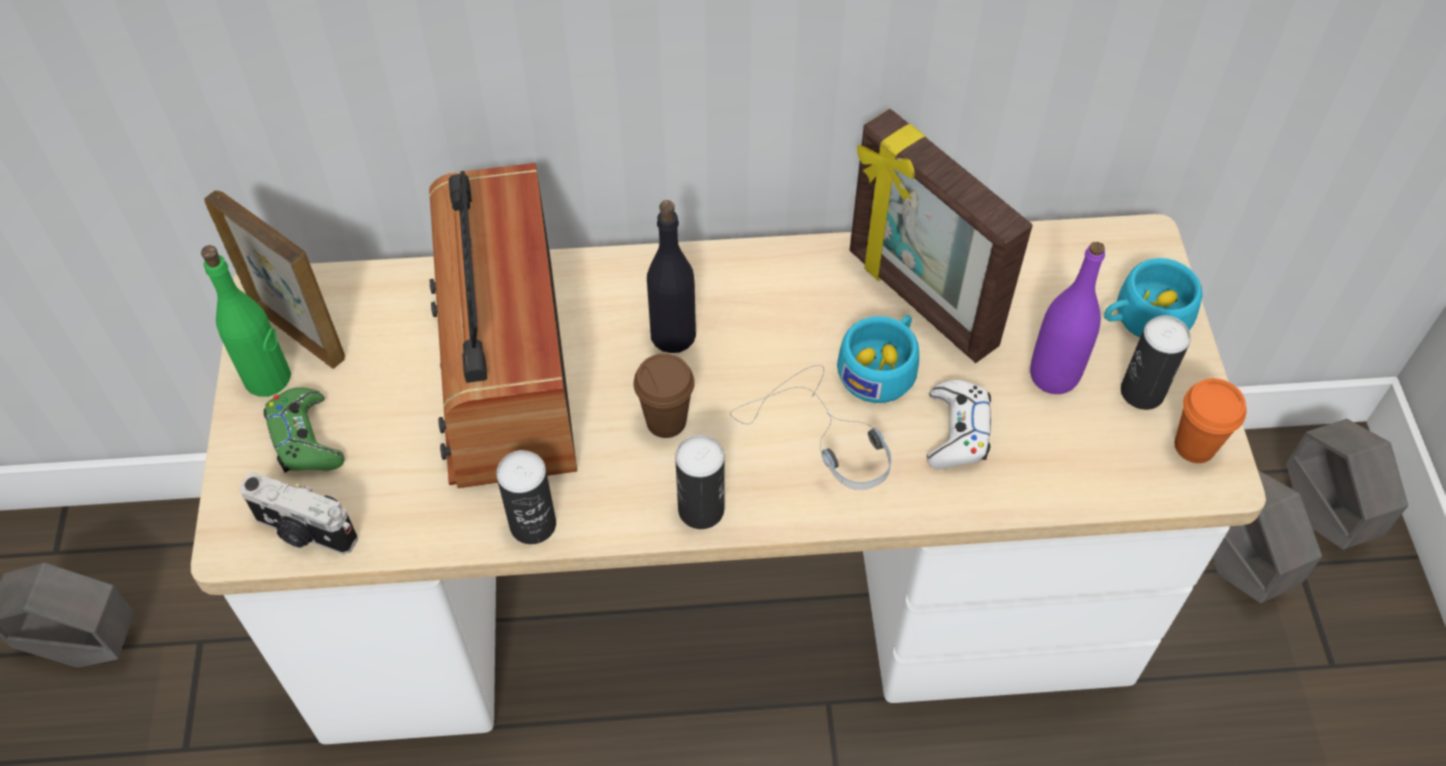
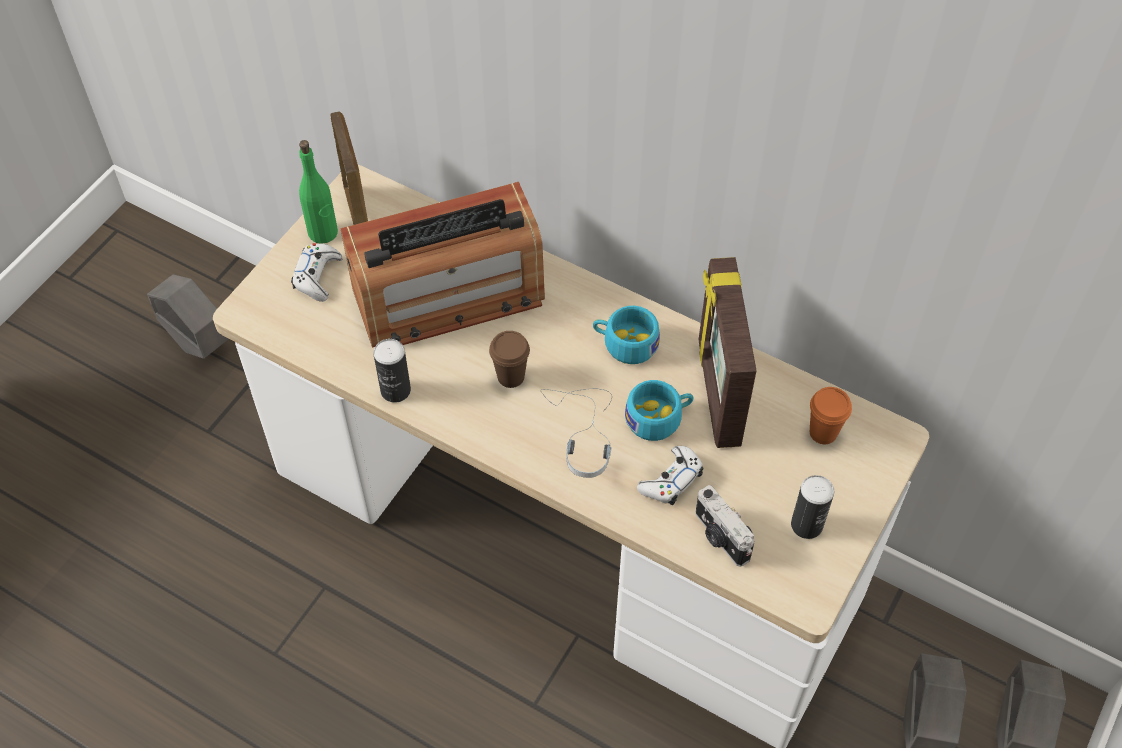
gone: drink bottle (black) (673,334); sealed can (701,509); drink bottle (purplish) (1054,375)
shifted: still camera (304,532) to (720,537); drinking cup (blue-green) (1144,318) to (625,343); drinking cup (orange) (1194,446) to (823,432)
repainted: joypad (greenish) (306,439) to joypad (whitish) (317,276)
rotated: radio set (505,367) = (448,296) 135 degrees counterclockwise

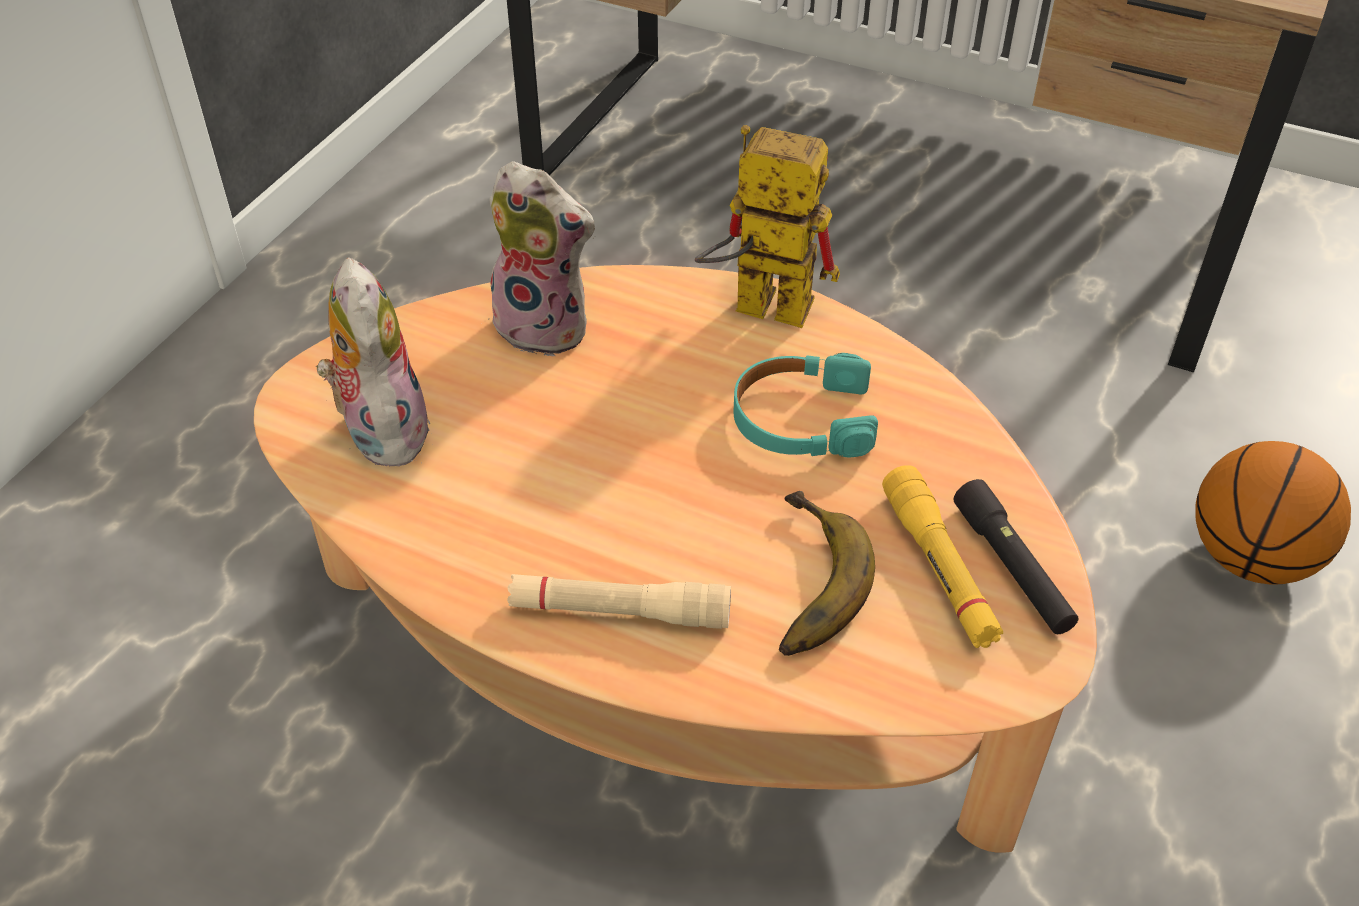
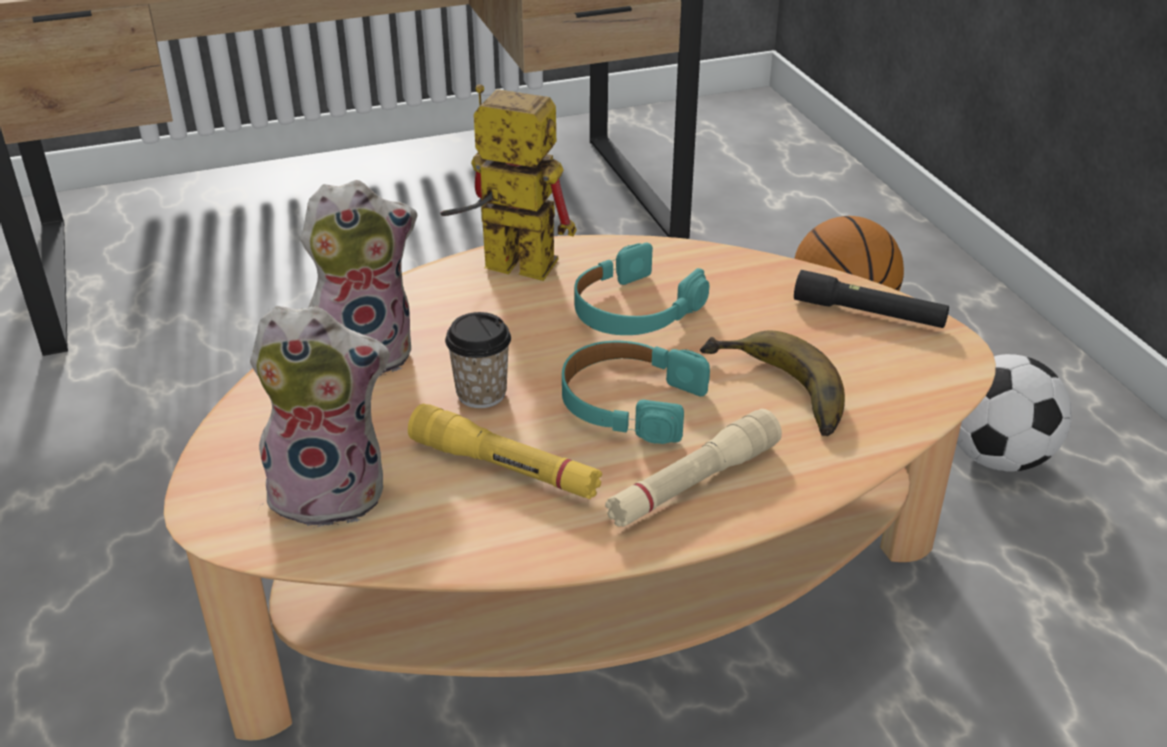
new: drinking cup (481,394); headset (blue-green) (629,403); football (998,457)
shifted: hand torch (yellow-coloured) (939,568) to (504,467)
rotated: plush toy (381,429) = (332,492) 150 degrees clockwise; toy robot (755,307) = (503,265) 45 degrees clockwise

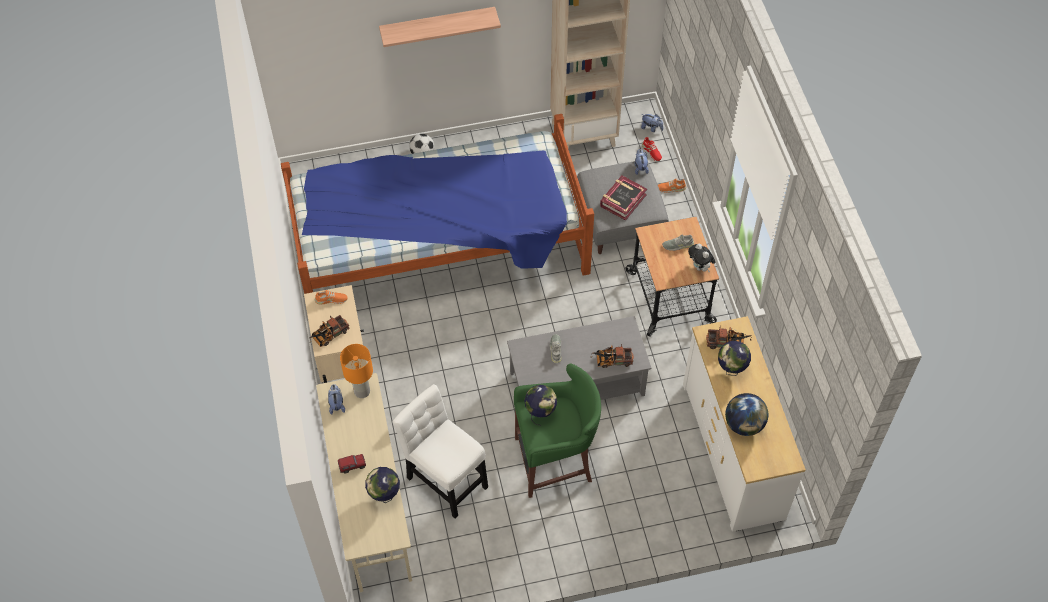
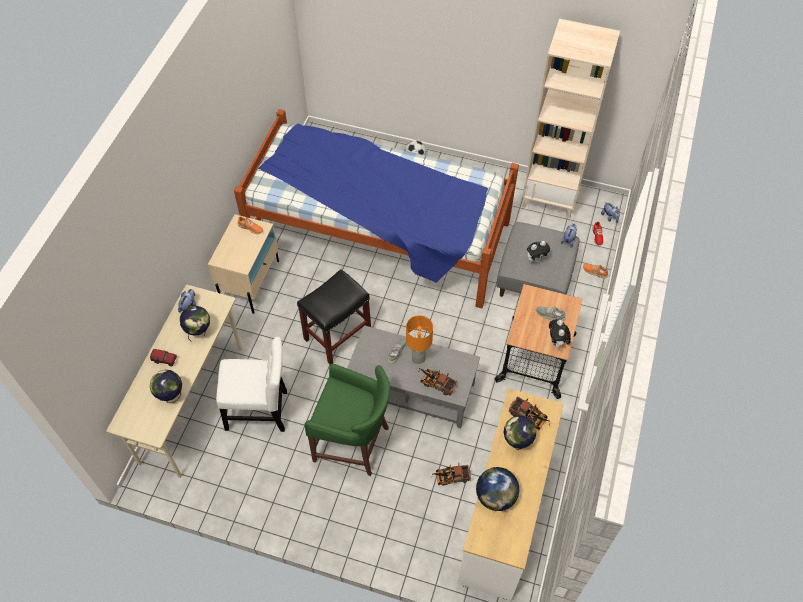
gone: shelf (438,26)
new: sitting stool (black) (338,335)
shifted: toy truck (329,336) to (450,477); lamp for a table (orange) (362,392) to (418,358); desk globe (540,413) to (199,332)
swapped: book (622,200) to plush toy (535,259)
rotated: chair (whitish) (444,478) = (260,411) 105 degrees clockwise

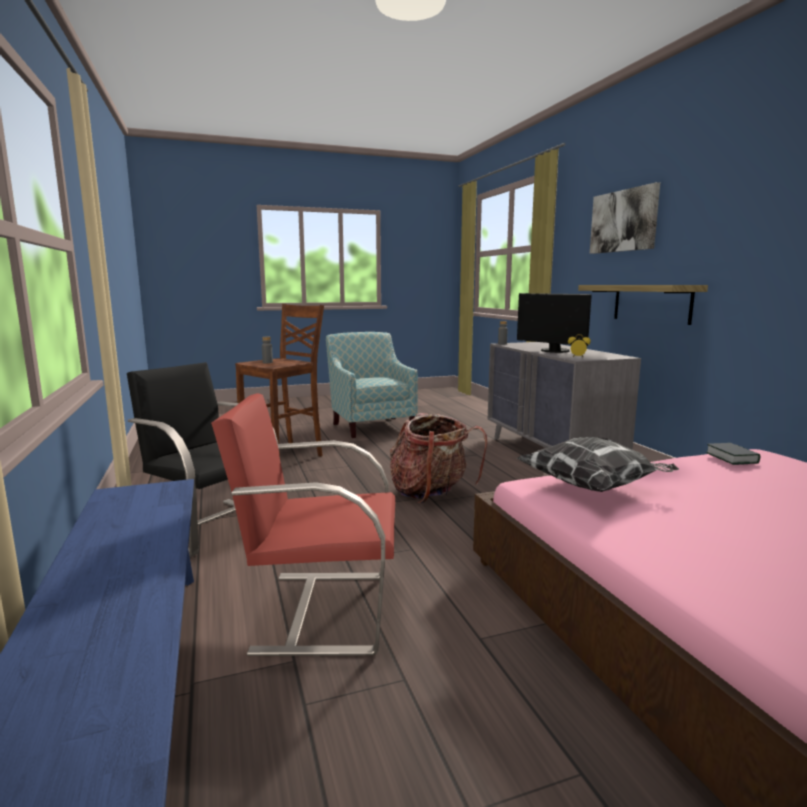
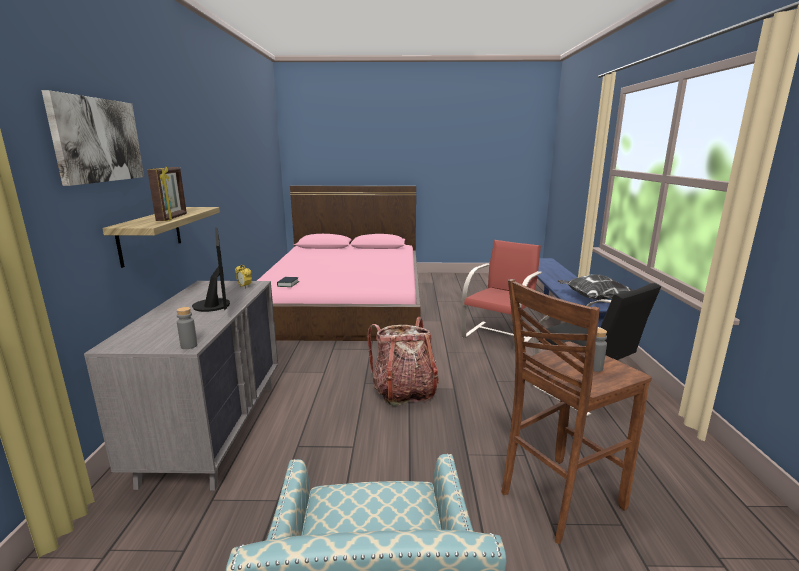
new: standing frame (173,218)
shifted: cushion (594,488) to (593,298)
rotated: chair (reddish) (320,610) = (499,335) 75 degrees counterclockwise

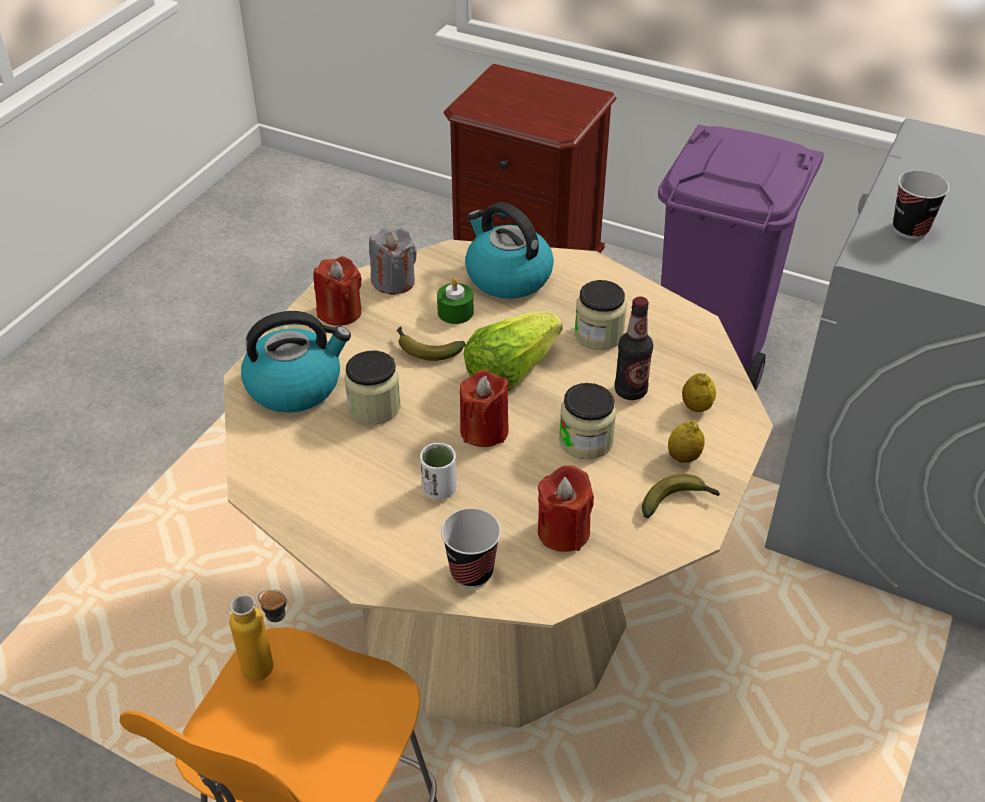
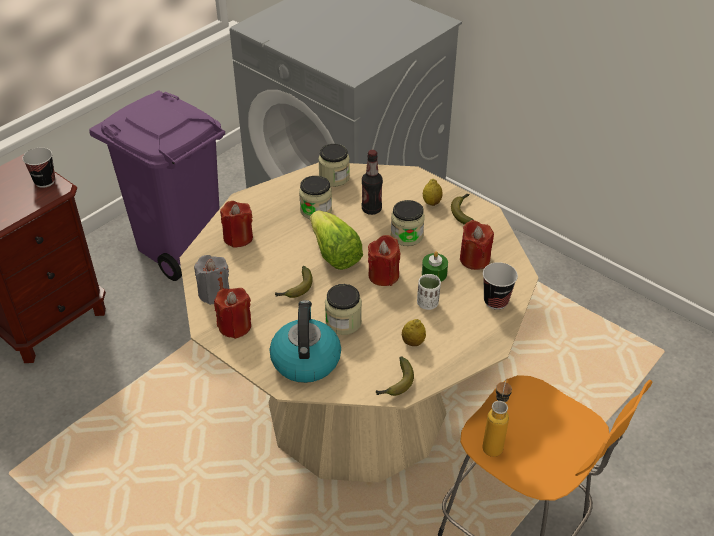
new: preserve jar (334,177); whole banana (395,384)
shifted: wax light (greenish) (455,312) to (434,274); citrus fruit (696,407) to (413,342); drinking cup (910,229) to (45,181)
swapped: water kettle (507,277) to wax light (reddish) (238,237)

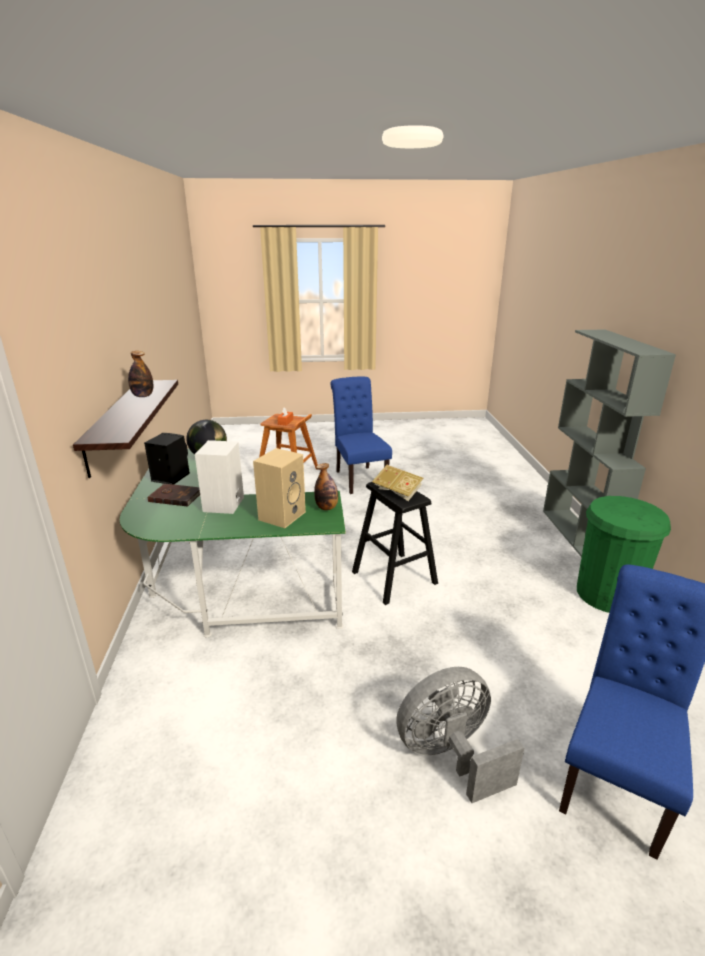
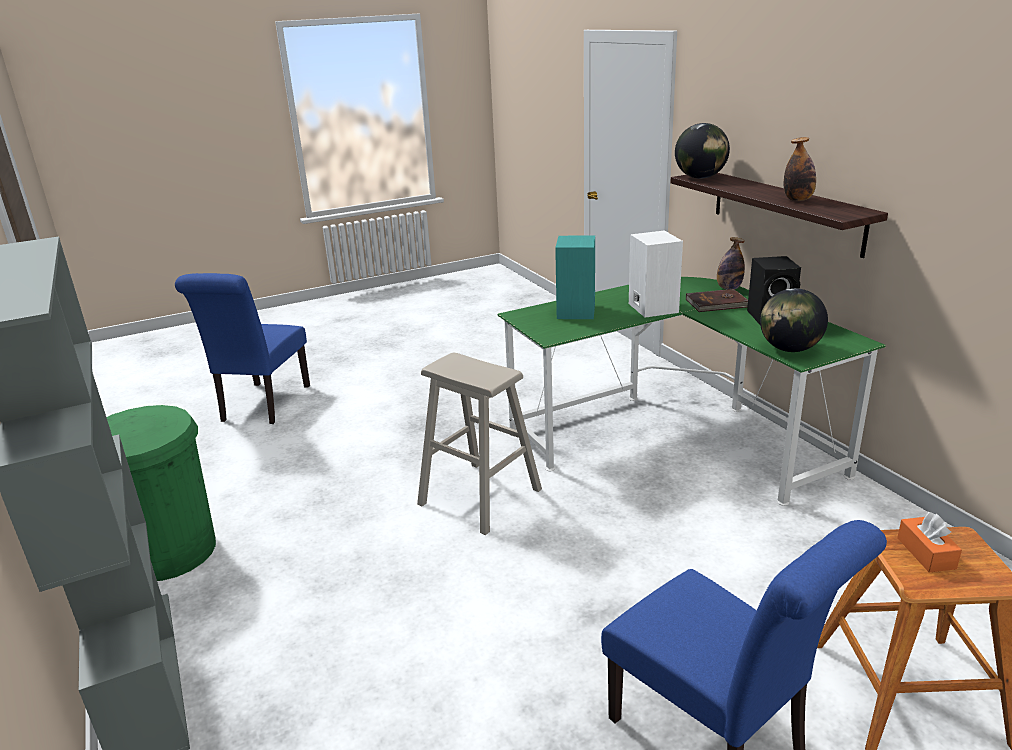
gone: book (397,492); fan (greyish) (450,755)
new: desk globe (700,177)
shifted: drink bottle (326,507) to (728,288)
repainted: speaker (beige-coloured) (282,515) to speaker (blue-green) (577,312); sitting stool (black) (394,578) to sitting stool (beige-coloured) (479,496)

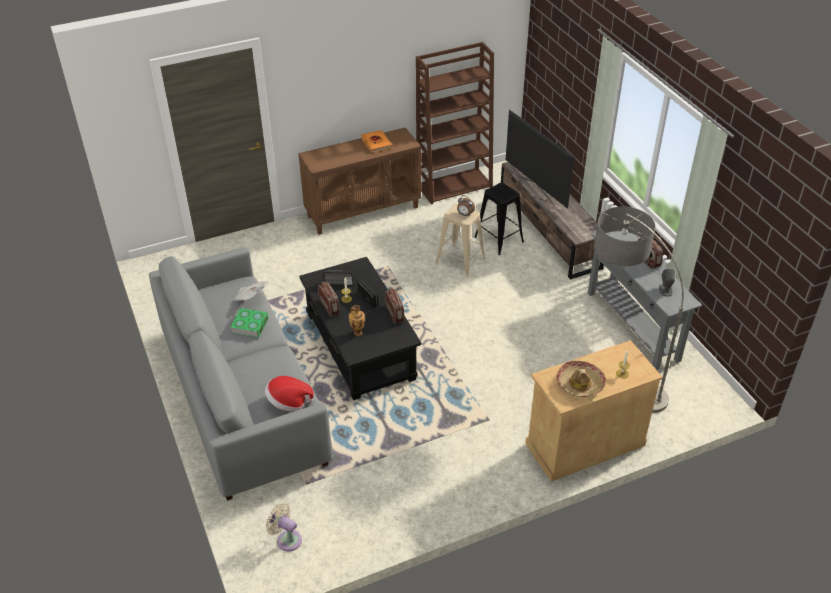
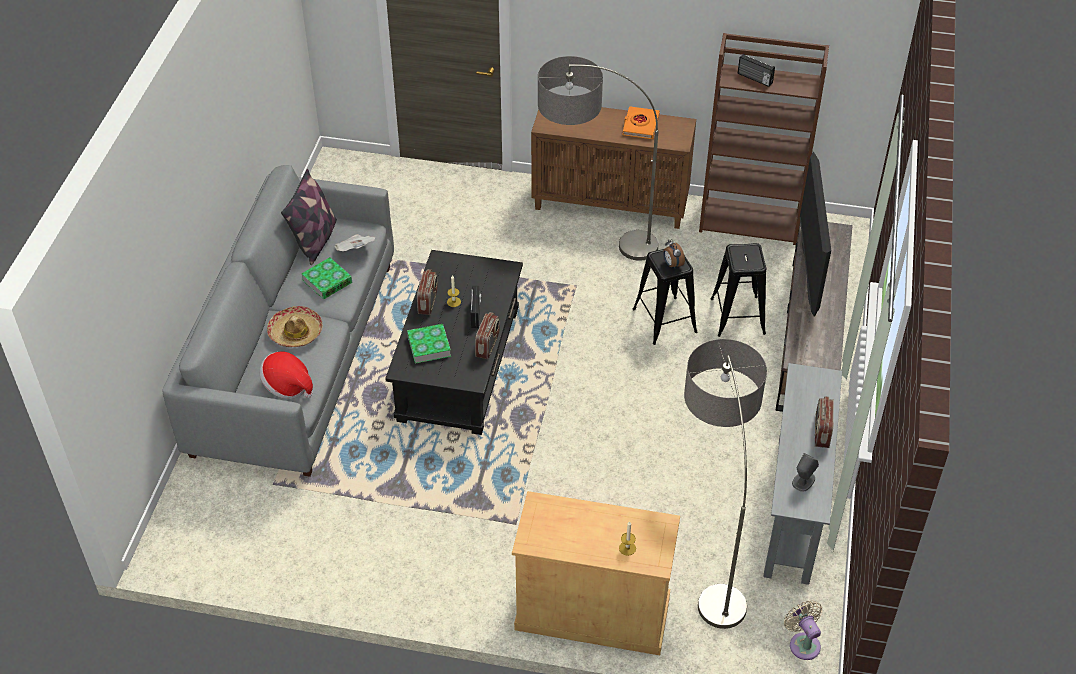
new: cushion (315,240); standing lamp (590,246)
shifted: fan (beige-coloured) (287,539) to (803,643); radio set (338,283) to (754,78); wearable hat (580,383) to (296,332)
swapped: flower vase (357,332) to book (429,346)
repainted: sitting stool (beige-coloured) (460,261) to sitting stool (black) (664,320)

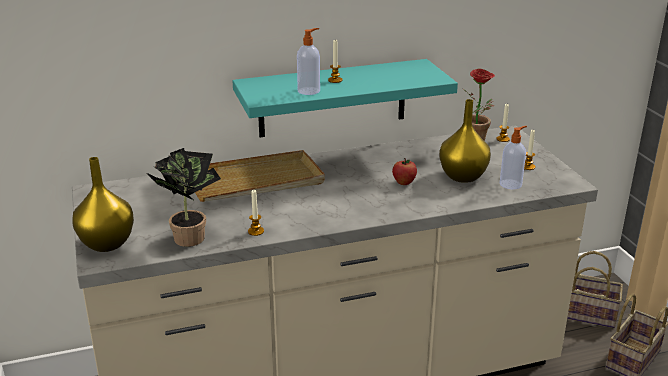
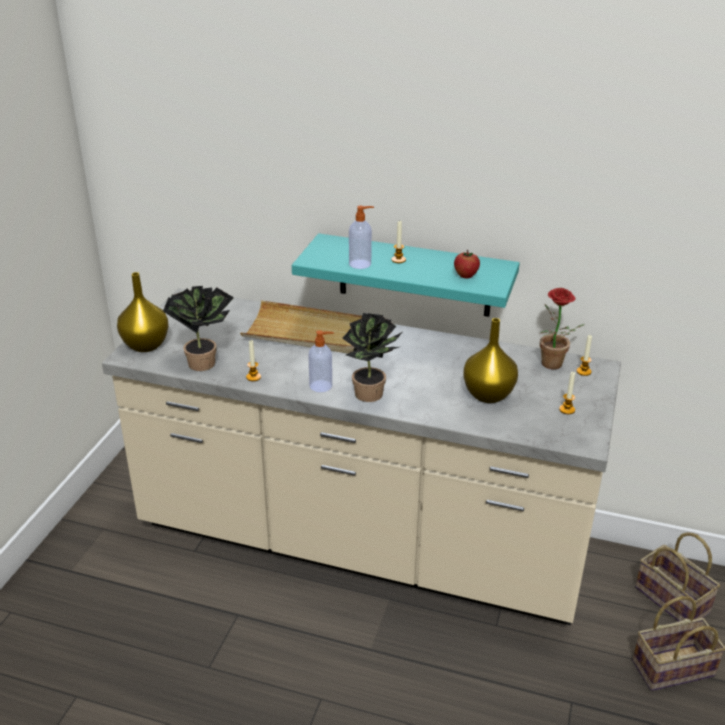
new: potted plant (372,395)
shifted: apple (404,182) to (466,276); liquid soap bottle (511,184) to (321,386)

